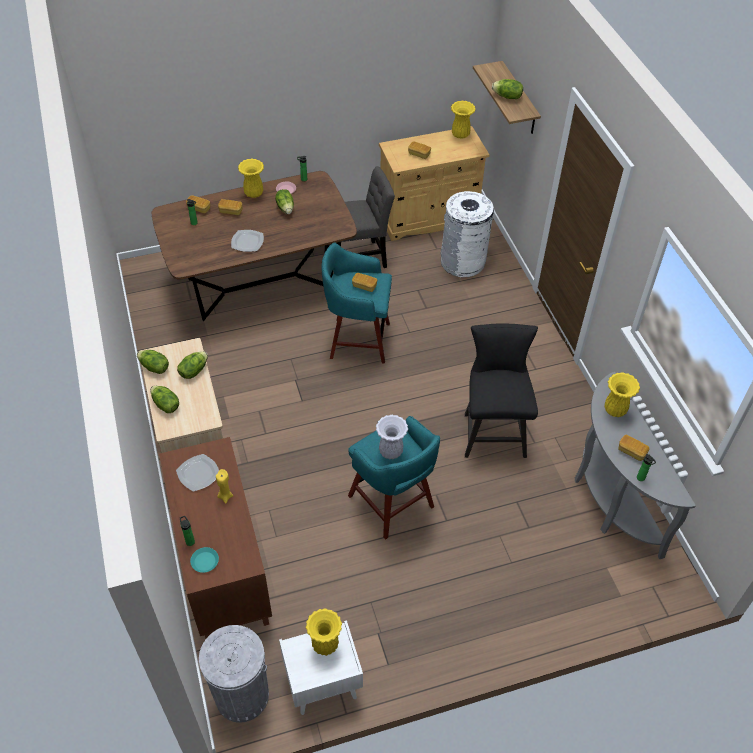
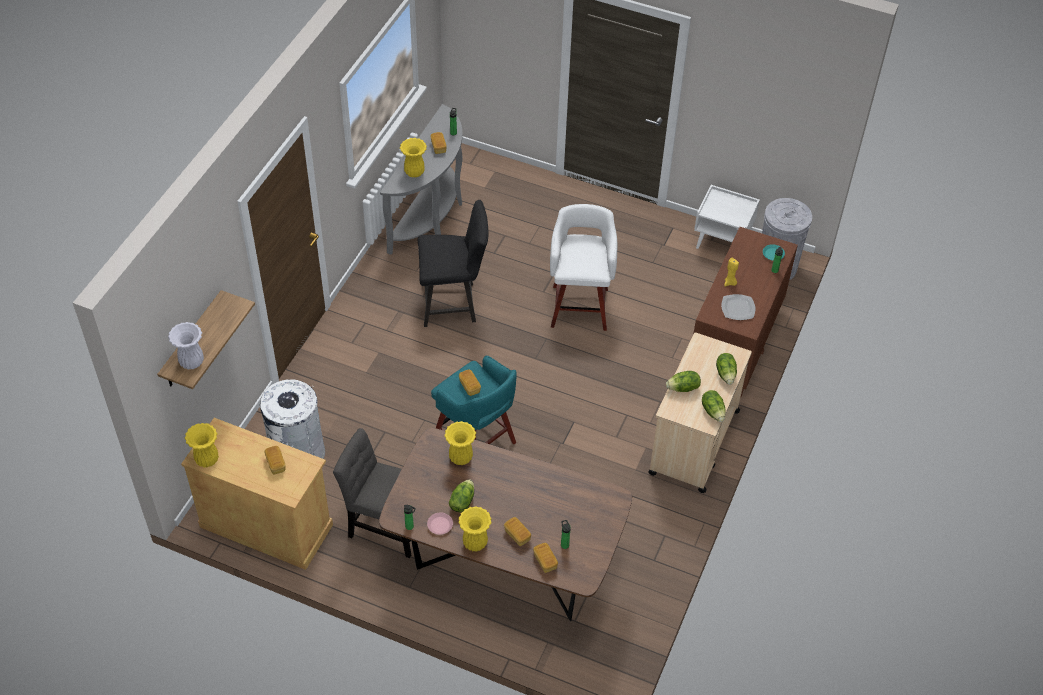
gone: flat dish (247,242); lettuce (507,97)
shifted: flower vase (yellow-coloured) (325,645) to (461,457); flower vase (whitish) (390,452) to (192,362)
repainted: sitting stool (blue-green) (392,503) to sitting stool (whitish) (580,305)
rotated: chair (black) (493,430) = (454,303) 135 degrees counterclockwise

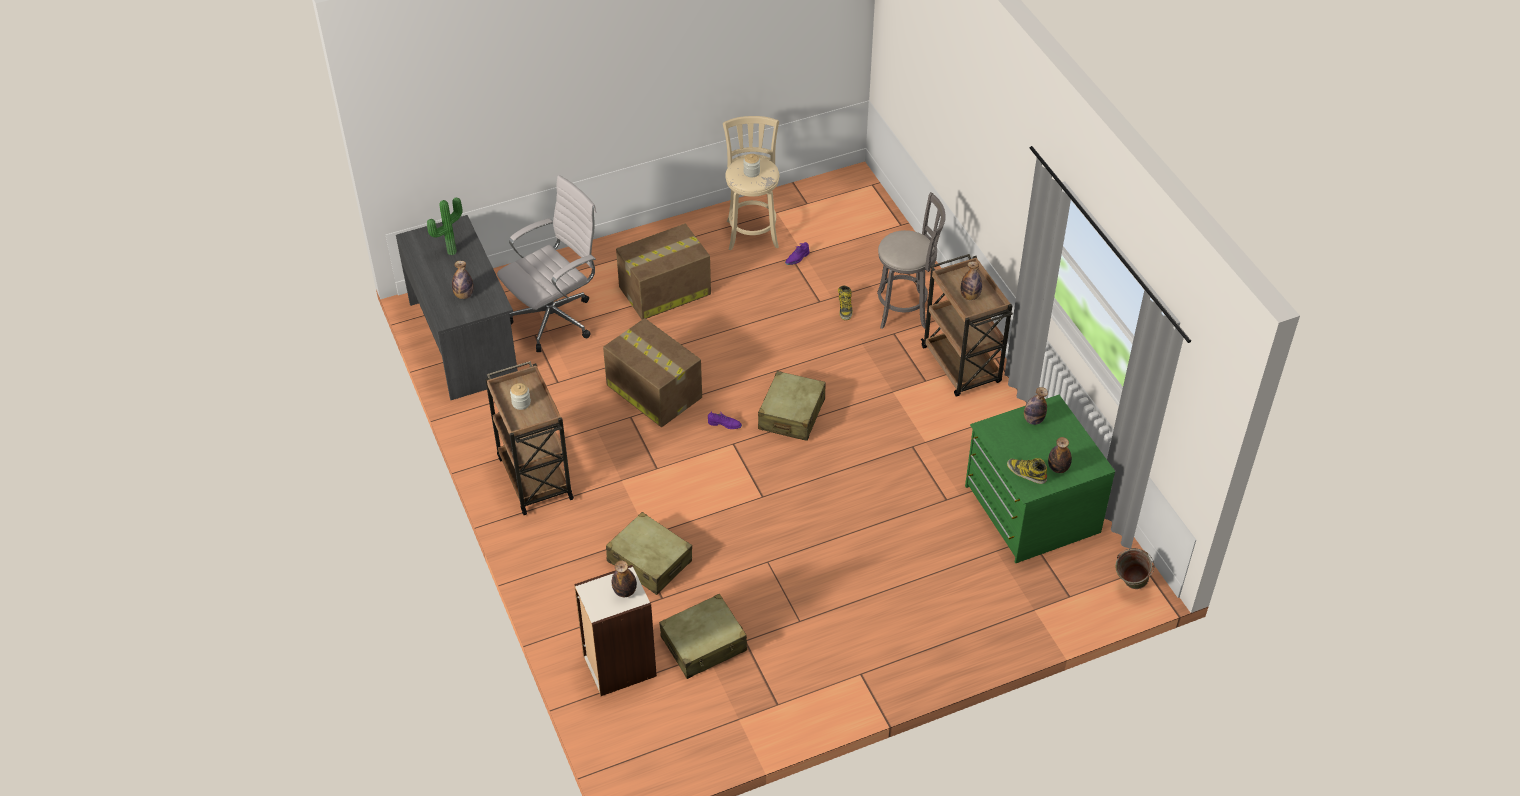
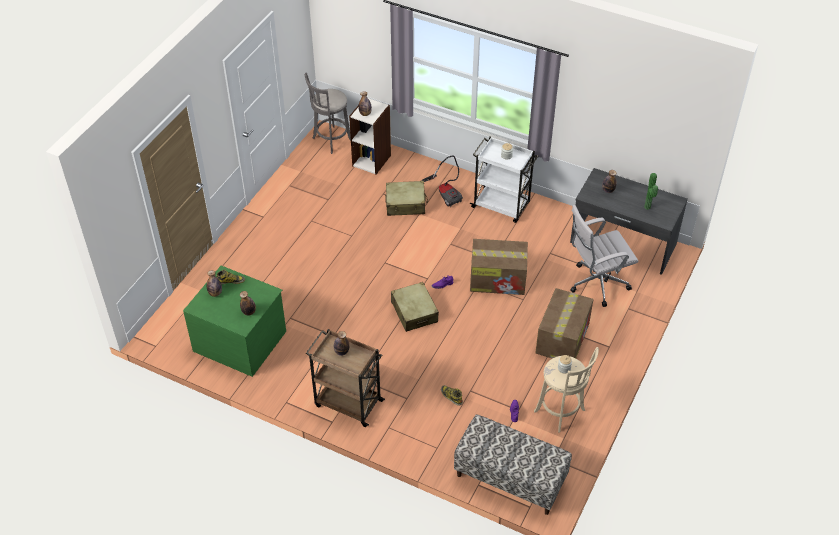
gone: suitcase (beige-coloured) (704,644); water bucket (greenish) (1129,586)
new: hoover (446,193); long seat (510,478)
shifted: sitting stool (greyish) (905,310) to (330,141)
repainted: trolley (brownish) (534,476) to trolley (whitish) (501,206)
rotated: office chair (whitish) (556,318) = (596,284) 60 degrees clockwise

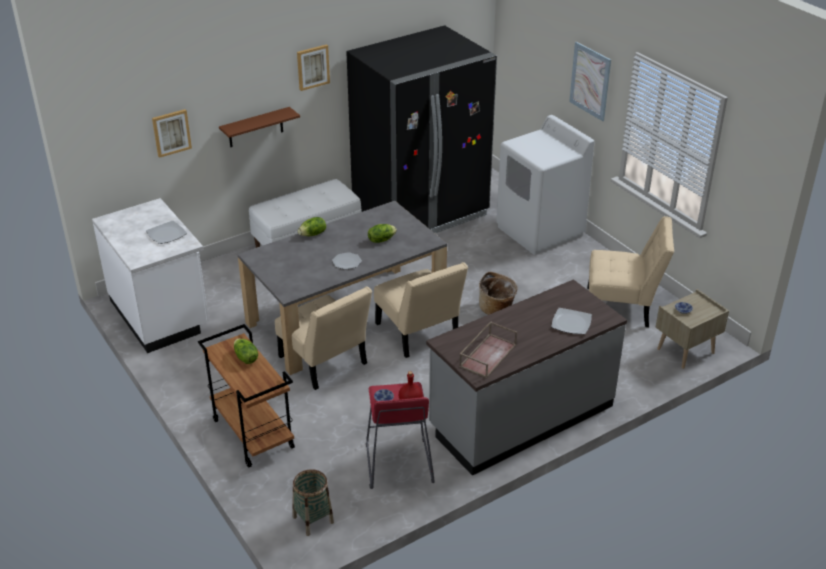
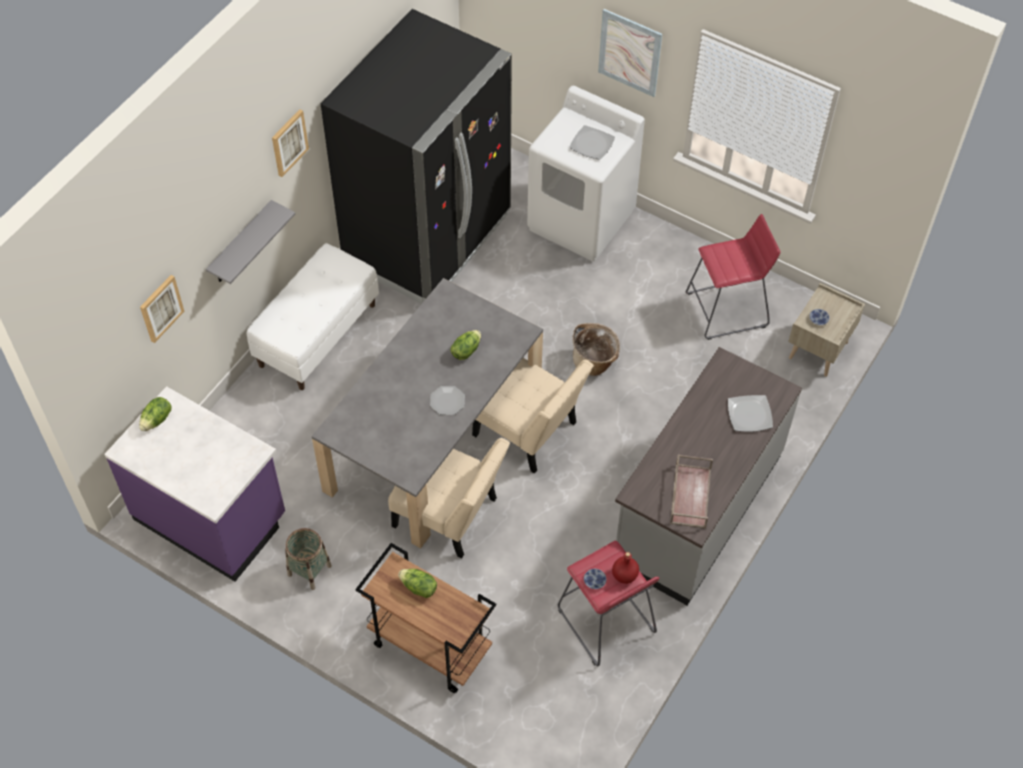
shifted: flat dish (167,234) to (592,144); basket (313,519) to (309,570); lettuce (313,234) to (157,420)
swapped: chair (beige-coloured) (622,307) to sitting stool (reddish) (726,309)
repainted: kitchen counter (whitish) (160,314) to kitchen counter (purplish) (211,517); shelf (brownish) (255,127) to shelf (greyish) (241,244)

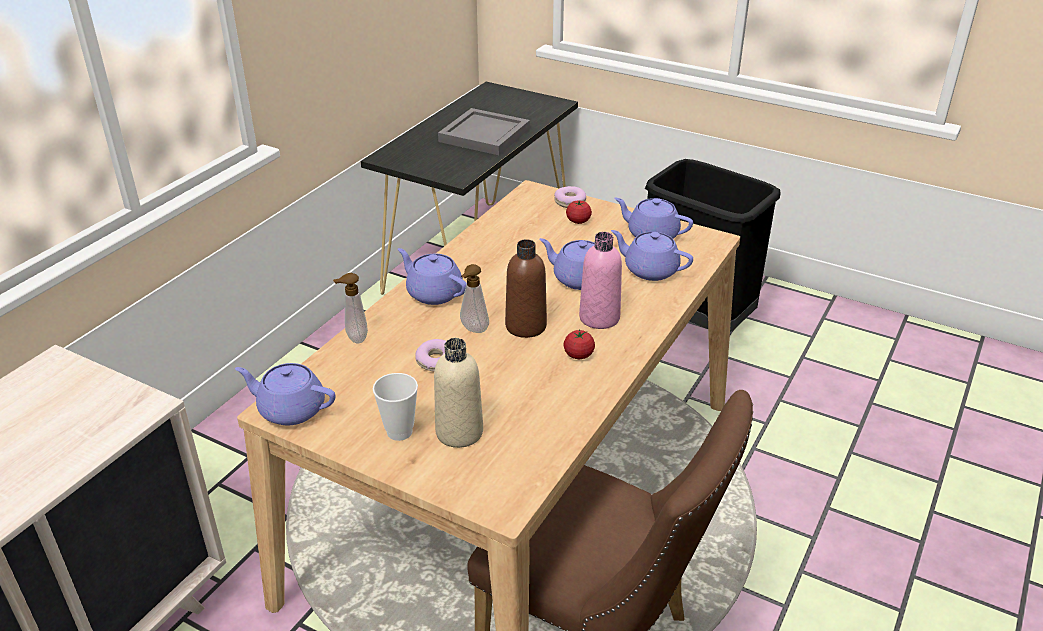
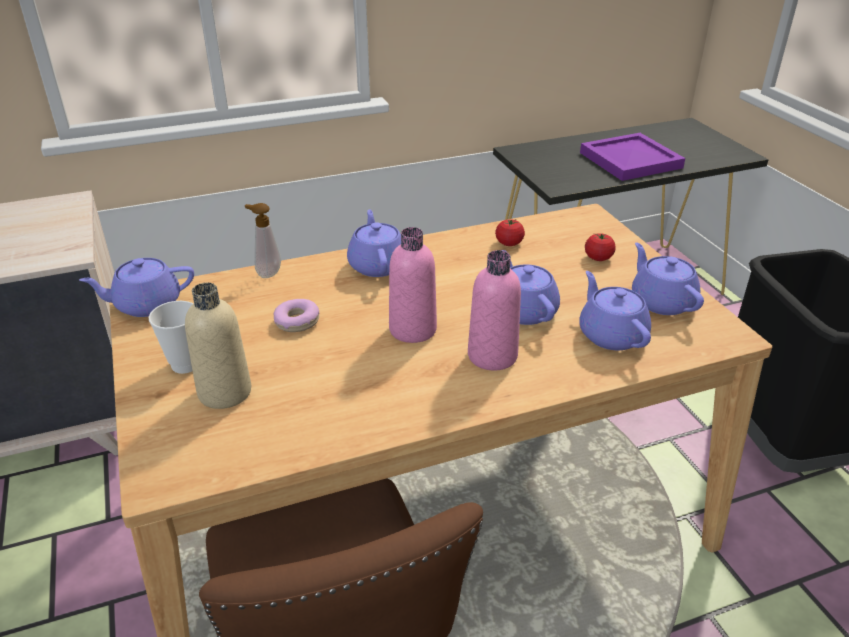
gone: liquid soap bottle (473,330); donut (570,202)
shifted: whole tomato (578,355) to (509,243)
repainted: carrying tray (greyish) (485,136) to carrying tray (purplish) (630,161); drink bottle (brownish) (526,326) to drink bottle (pinkish) (412,329)
rotated: tea pot (purplish) (290,409) = (146,304) 75 degrees counterclockwise

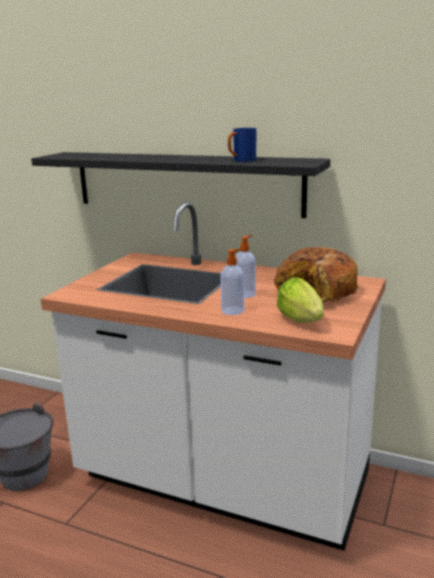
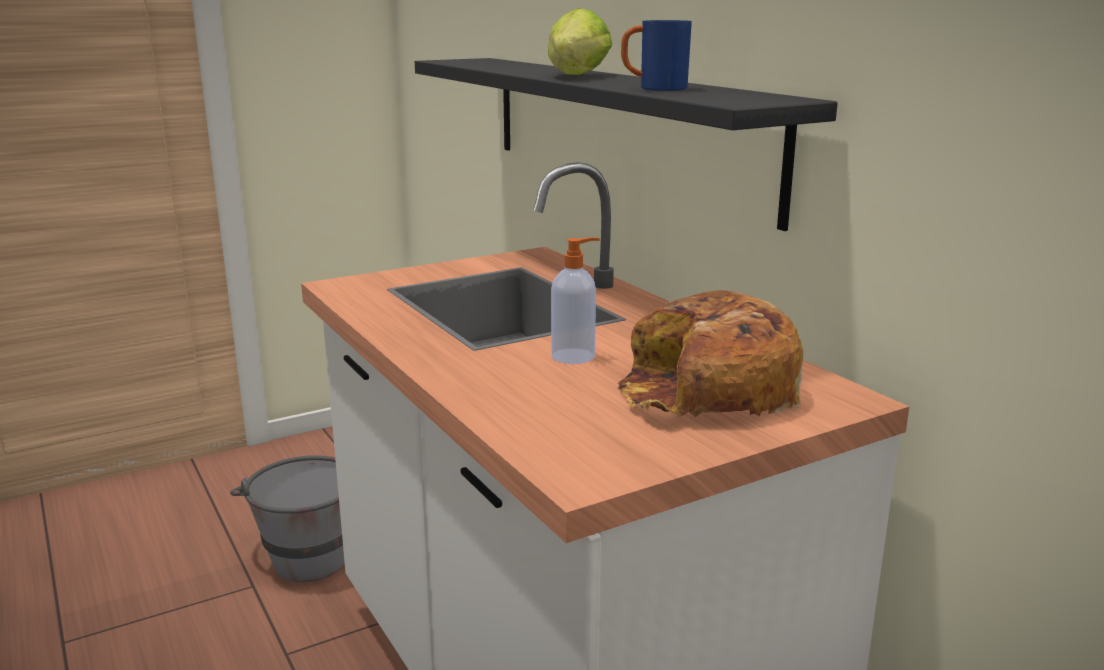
gone: liquid soap bottle (233,311)
shifted: lettuce (302,322) to (575,76)

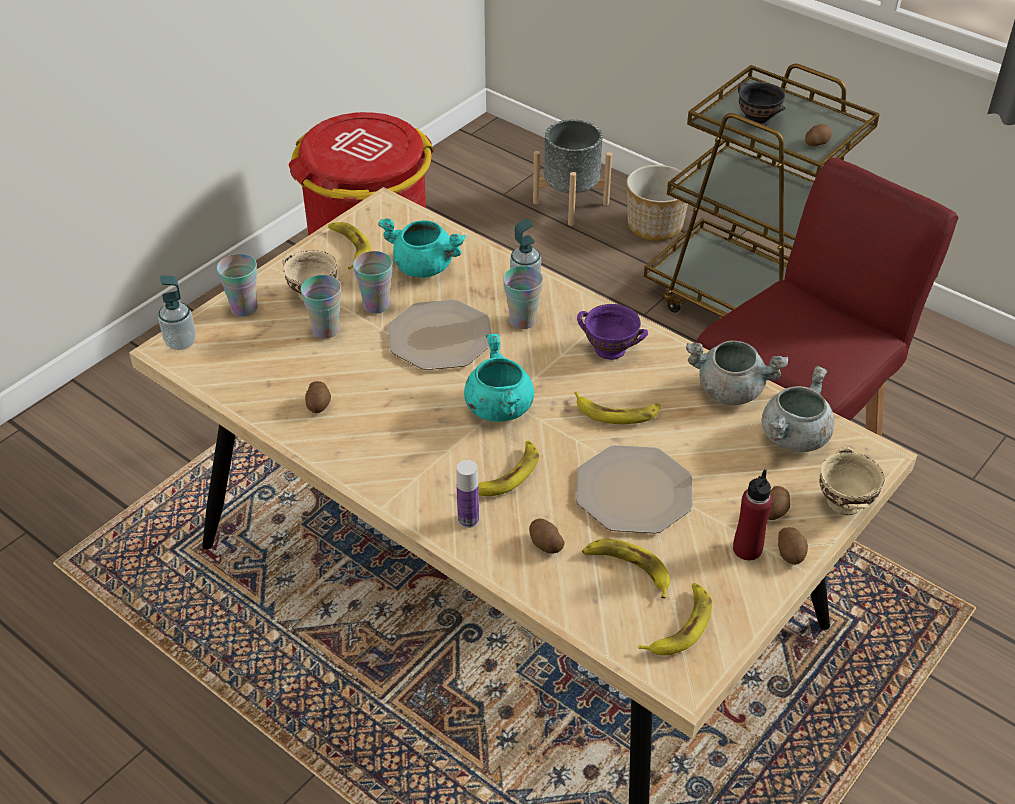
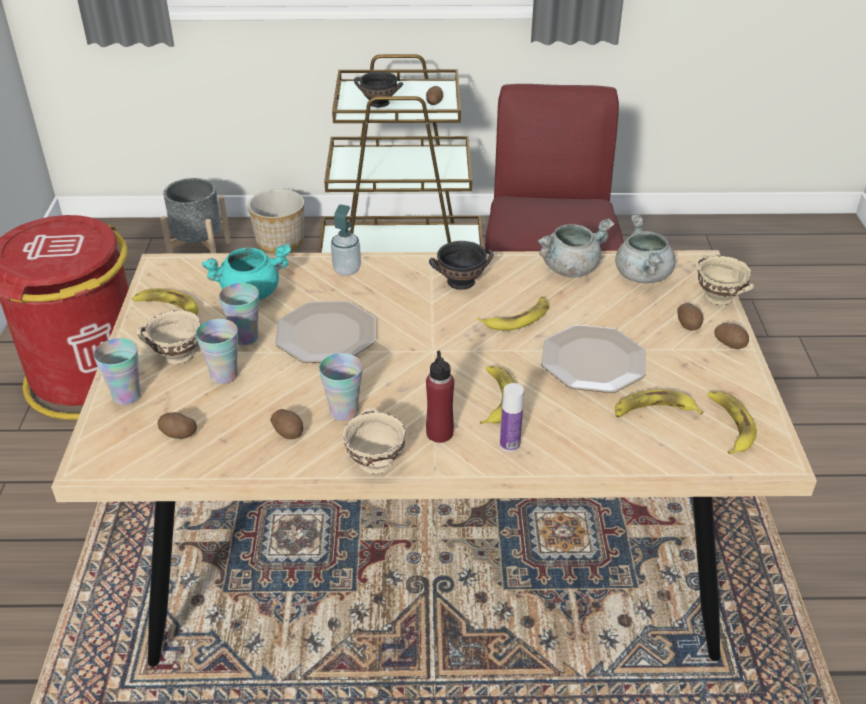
gone: liquid soap bottle (181,342); stockpot (blue-green) (498,407)
new: bowl (beige-coloured) (376,461)
shifted: drinking cup (522,321) to (344,411); potato (545,544) to (178,434); drink bottle (reddish) (747,549) to (439,433)
repainted: bowl (purplish) (609,348) to bowl (black) (459,281)

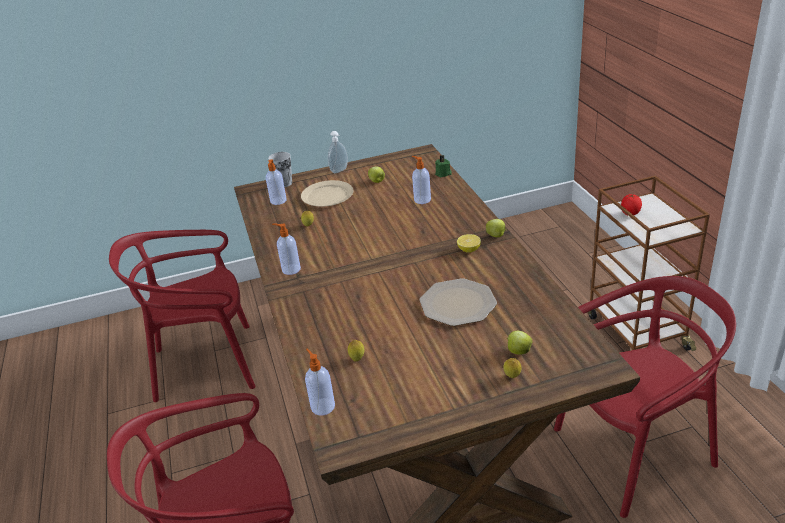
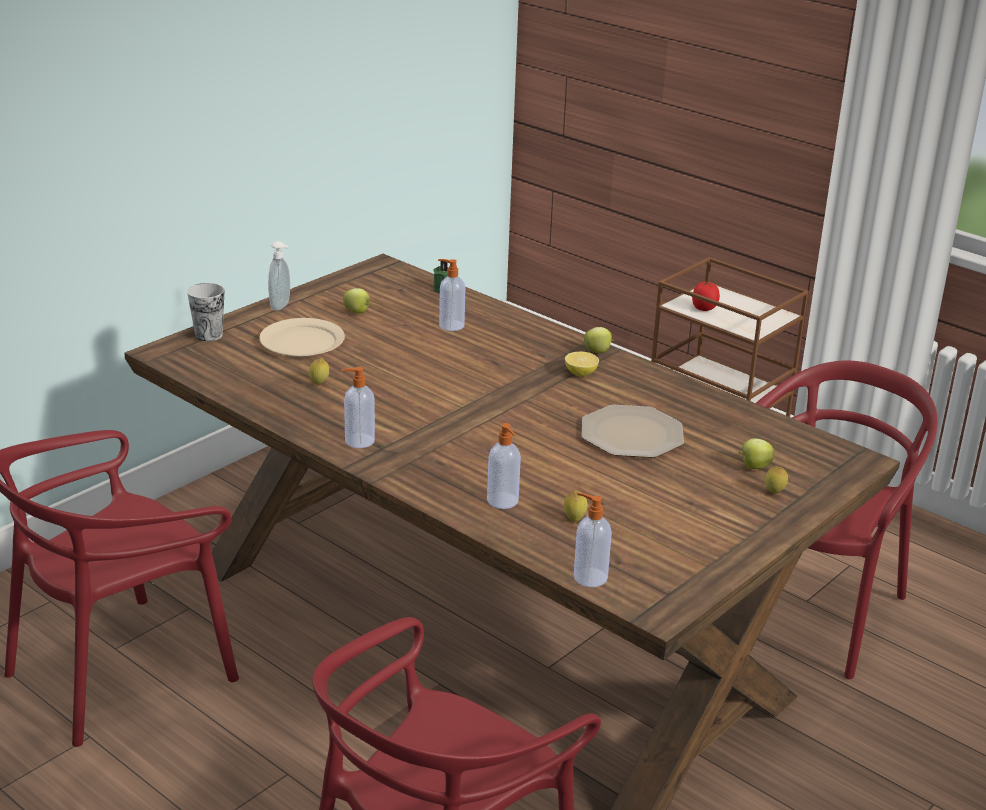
shifted: liquid soap bottle (278,201) to (503,501)

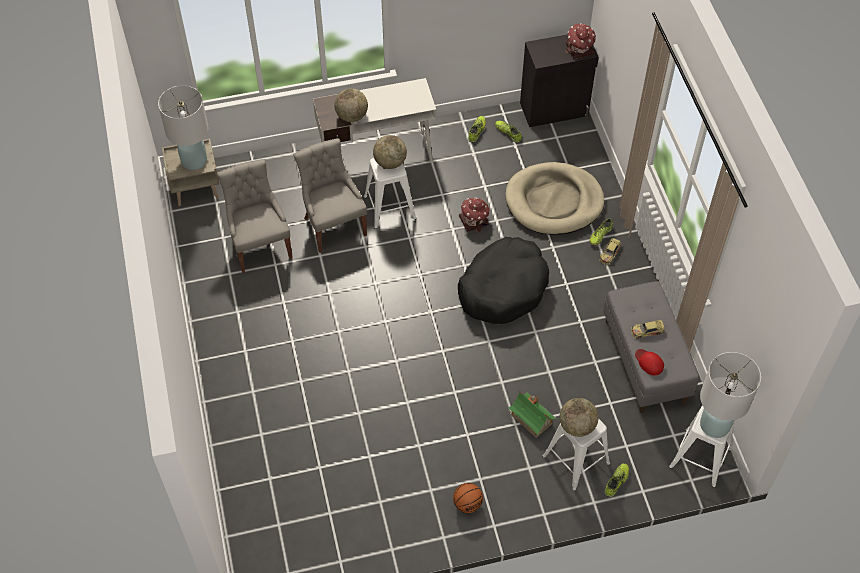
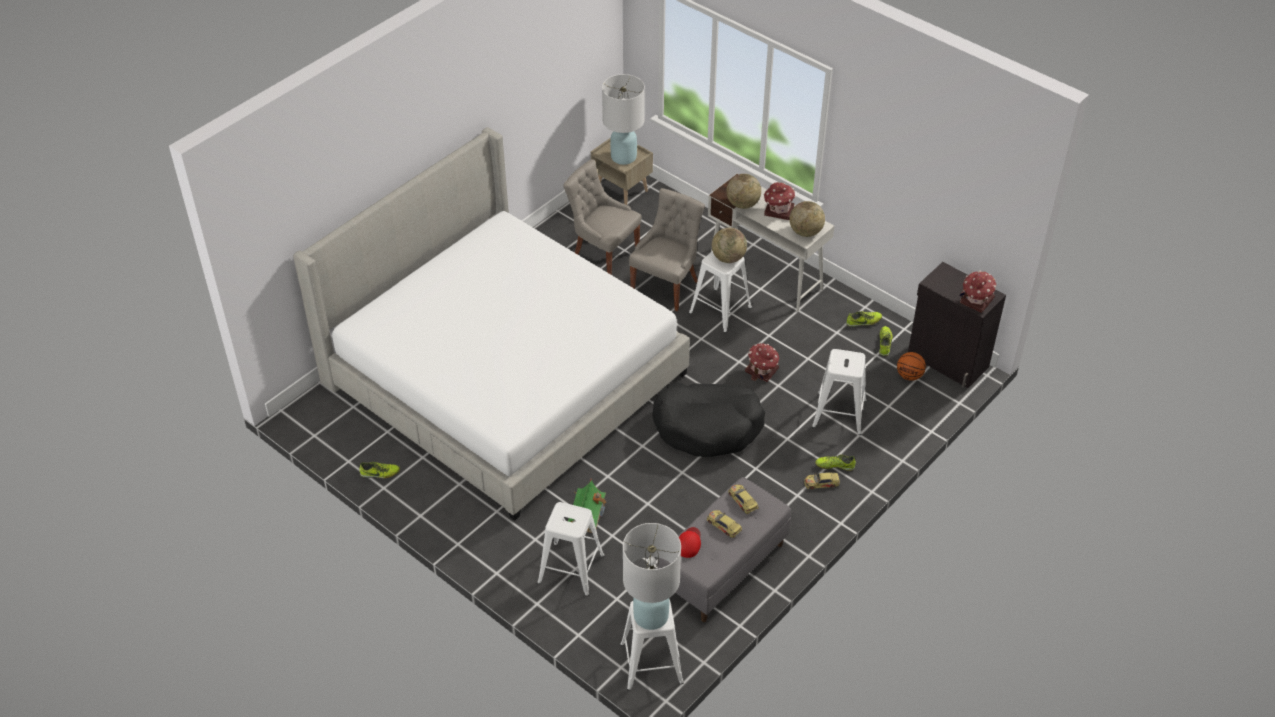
new: bedroom bed (505,378); miniature car (743,500); toy house (778,210)
shifted: ball for basketball (467,504) to (909,376); desk globe (577,426) to (805,232); shoe (616,481) to (380,473)
swapped: dog cushion (beige-coloured) (554,201) to sitting stool (whitish) (840,414)
rotated: chair (greyish) (260,246) = (603,255) 90 degrees counterclockwise

